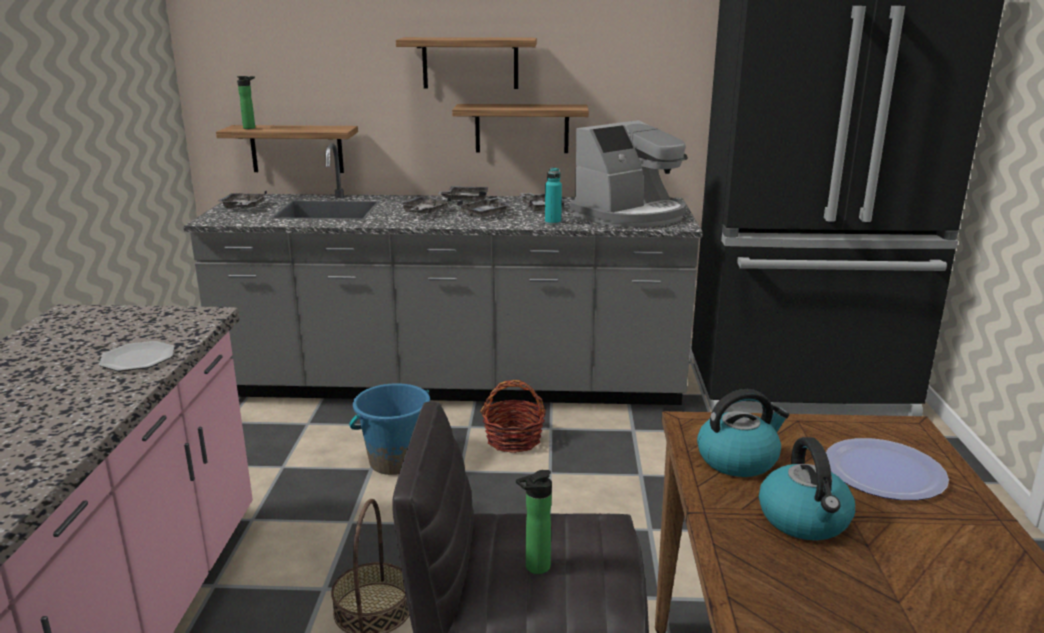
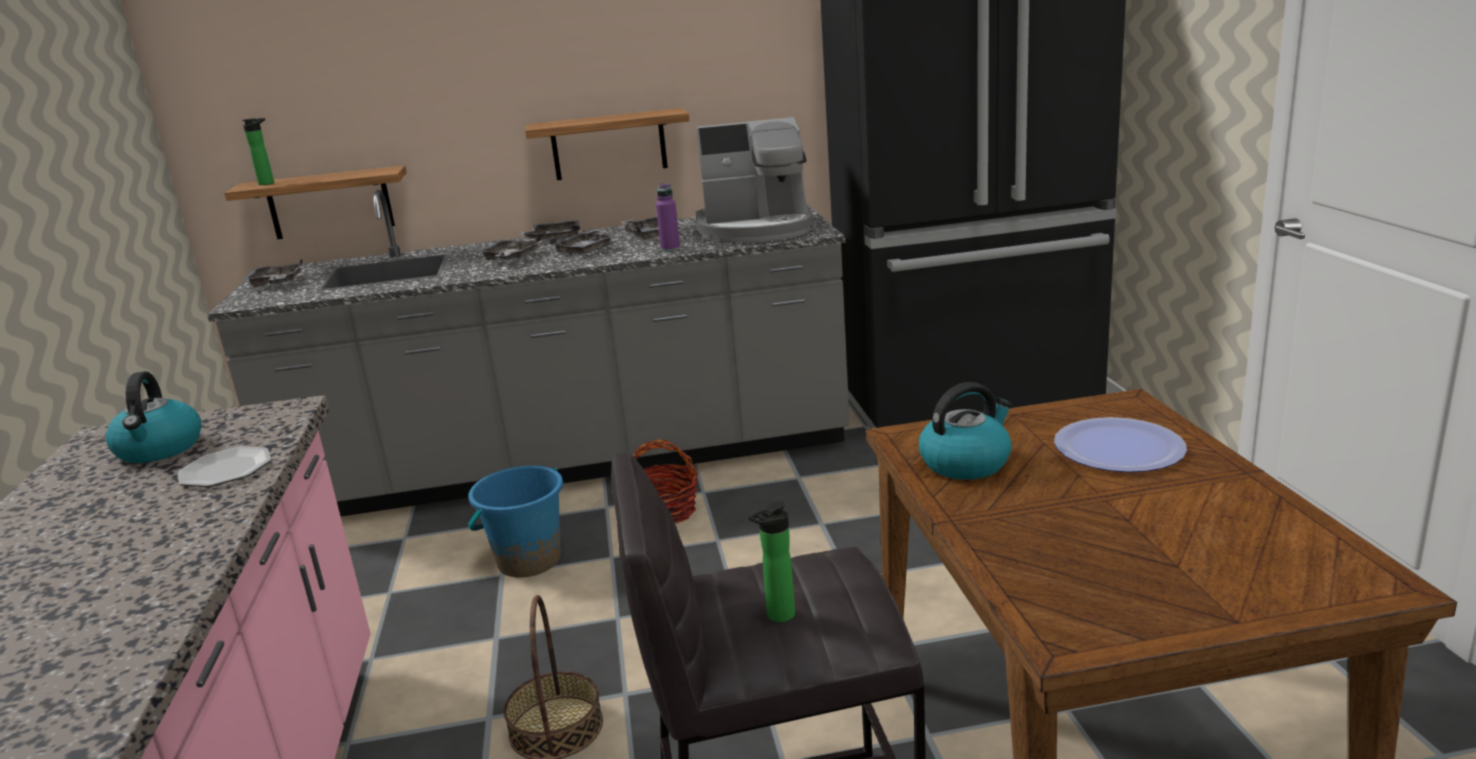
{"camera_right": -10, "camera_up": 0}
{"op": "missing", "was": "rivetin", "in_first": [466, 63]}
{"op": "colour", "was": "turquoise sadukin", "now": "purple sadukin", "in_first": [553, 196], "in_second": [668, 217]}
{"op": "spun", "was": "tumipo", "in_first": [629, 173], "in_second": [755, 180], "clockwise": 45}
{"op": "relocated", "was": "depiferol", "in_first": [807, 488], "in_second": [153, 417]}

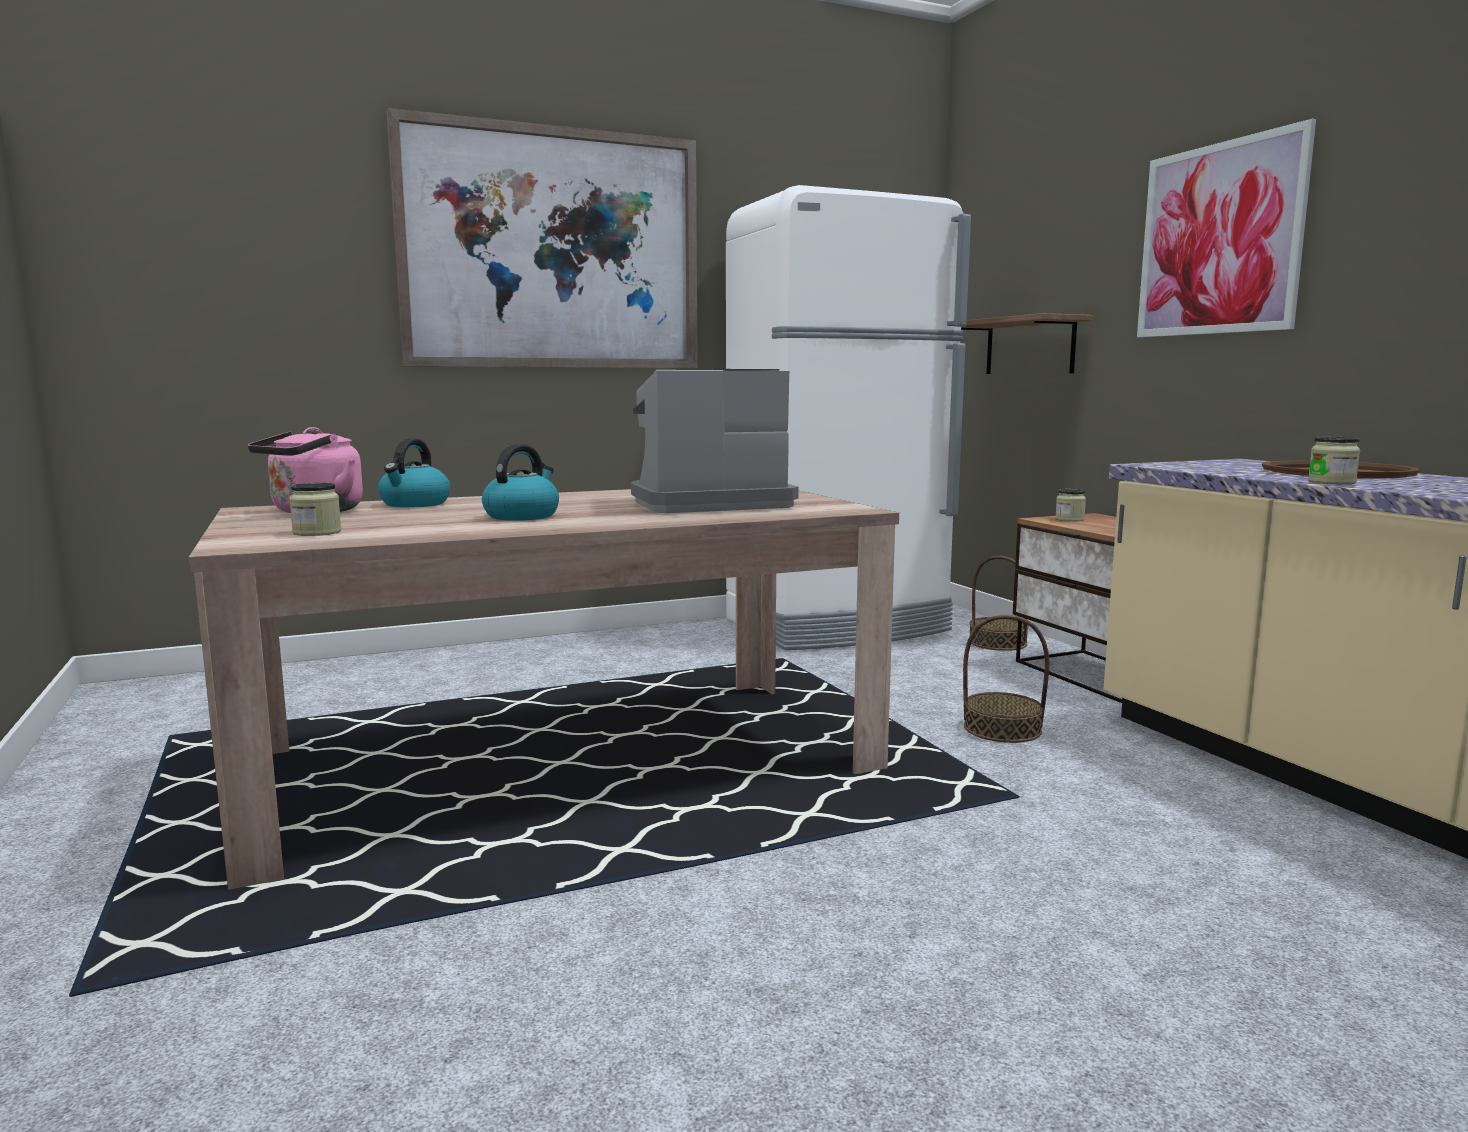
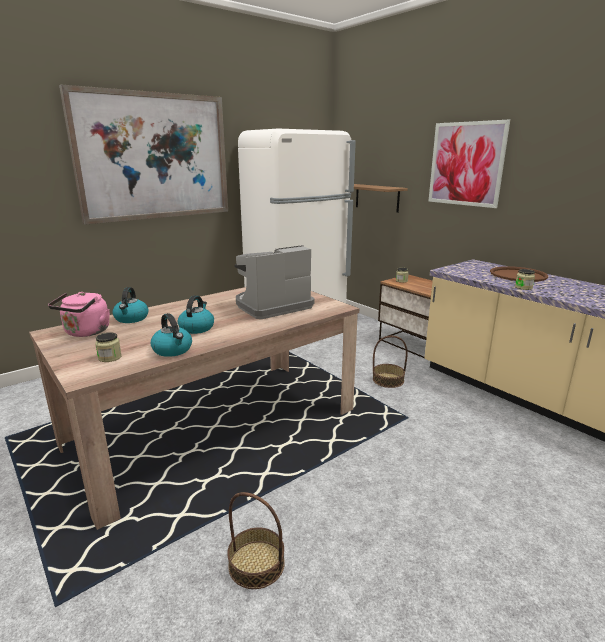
{"camera_right": -15, "camera_up": 10}
{"op": "relocated", "was": "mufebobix", "in_first": [999, 603], "in_second": [256, 540]}
{"op": "appeared", "now": "depiferol", "in_second": [171, 335]}

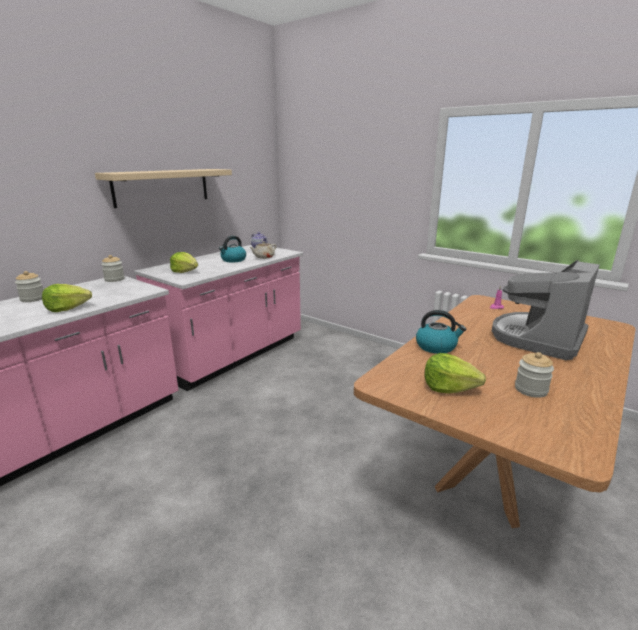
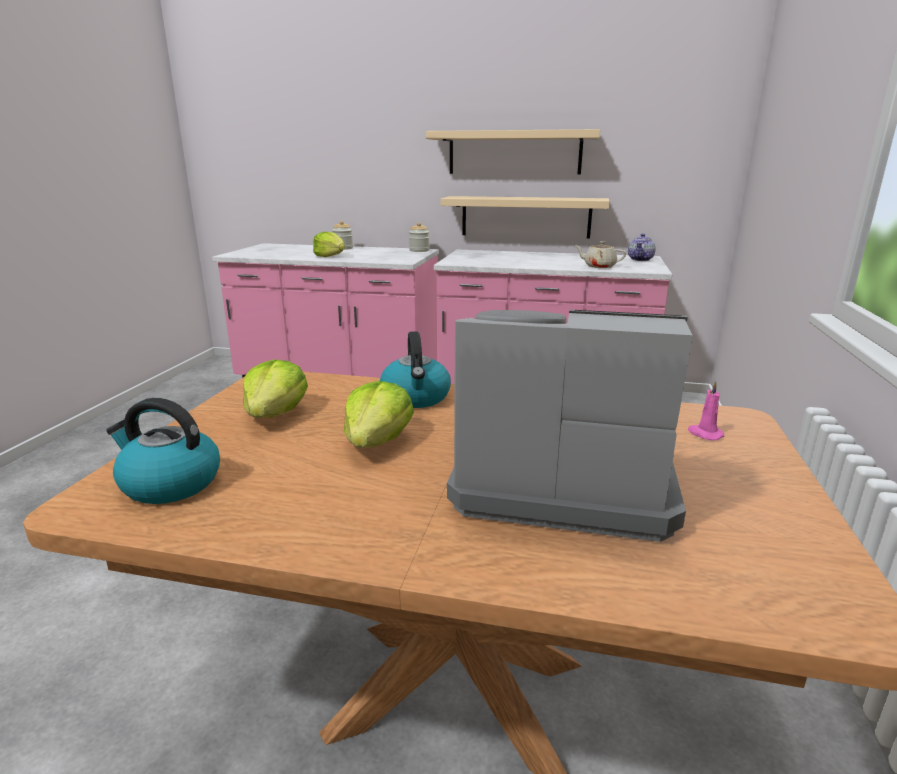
{"camera_right": 65, "camera_up": 0}
{"op": "relocated", "was": "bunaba", "in_first": [184, 262], "in_second": [379, 414]}
{"op": "relocated", "was": "depiferol", "in_first": [232, 249], "in_second": [163, 451]}
{"op": "missing", "was": "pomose", "in_first": [534, 375]}
{"op": "appeared", "now": "beige rivetin", "in_second": [525, 217]}

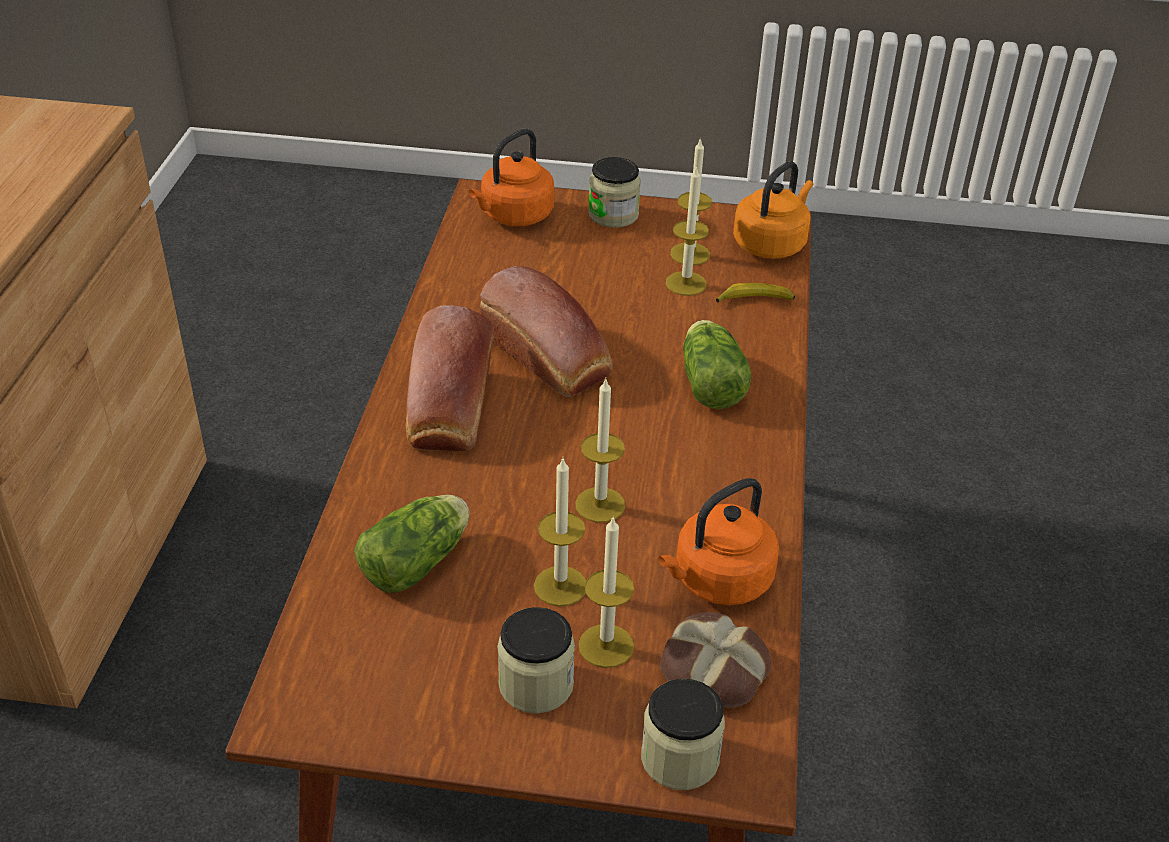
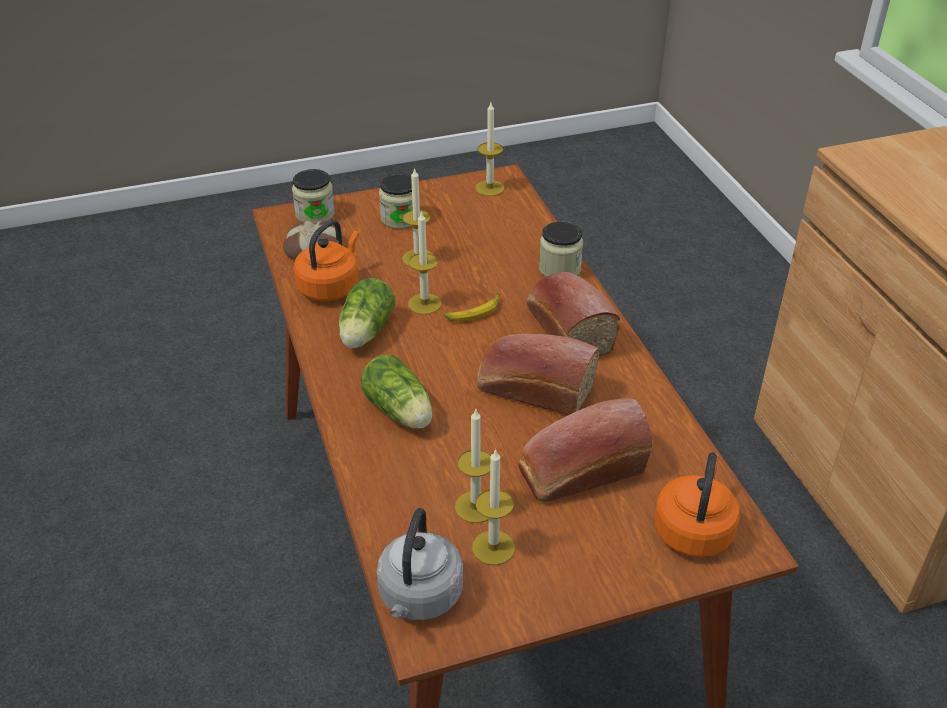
{"camera_right": 155, "camera_up": 0}
{"op": "relocated", "was": "bunaba", "in_first": [411, 544], "in_second": [367, 313]}
{"op": "relocated", "was": "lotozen", "in_first": [606, 593], "in_second": [490, 149]}
{"op": "relocated", "was": "pomose", "in_first": [614, 192], "in_second": [561, 249]}
{"op": "relocated", "was": "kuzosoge", "in_first": [755, 293], "in_second": [472, 308]}
{"op": "colour", "was": "orange depiferol", "now": "grey depiferol", "in_first": [773, 210], "in_second": [420, 564]}
{"op": "appeared", "now": "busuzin", "in_second": [585, 450]}

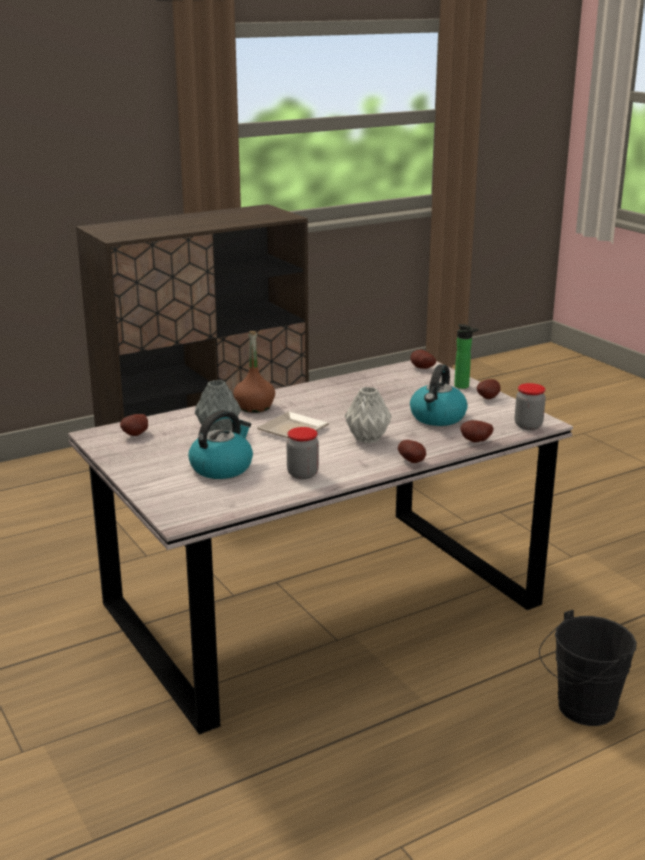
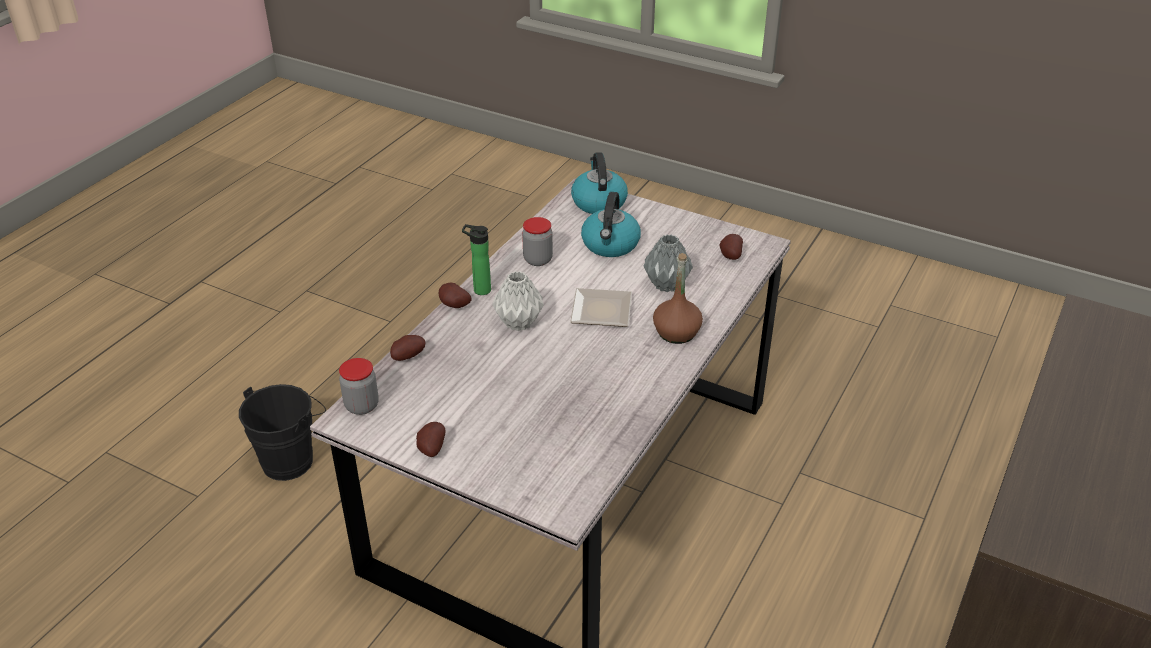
{"camera_right": 150, "camera_up": 15}
{"op": "relocated", "was": "depiferol", "in_first": [439, 395], "in_second": [599, 183]}
{"op": "missing", "was": "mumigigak", "in_first": [423, 359]}
{"op": "relocated", "was": "sadukin", "in_first": [466, 356], "in_second": [476, 259]}

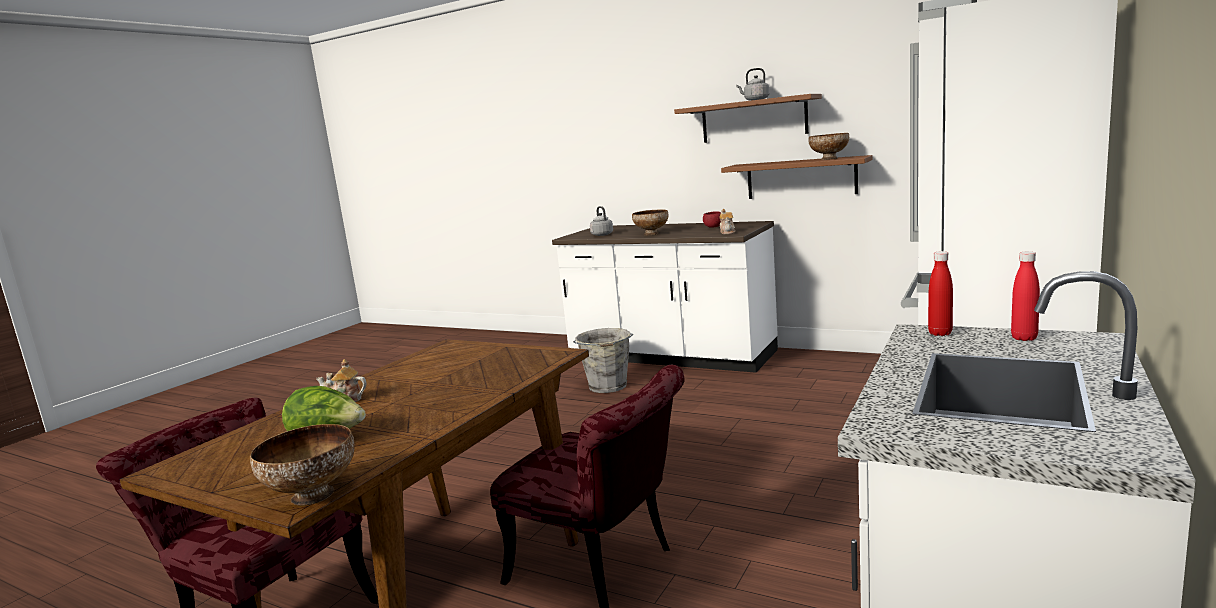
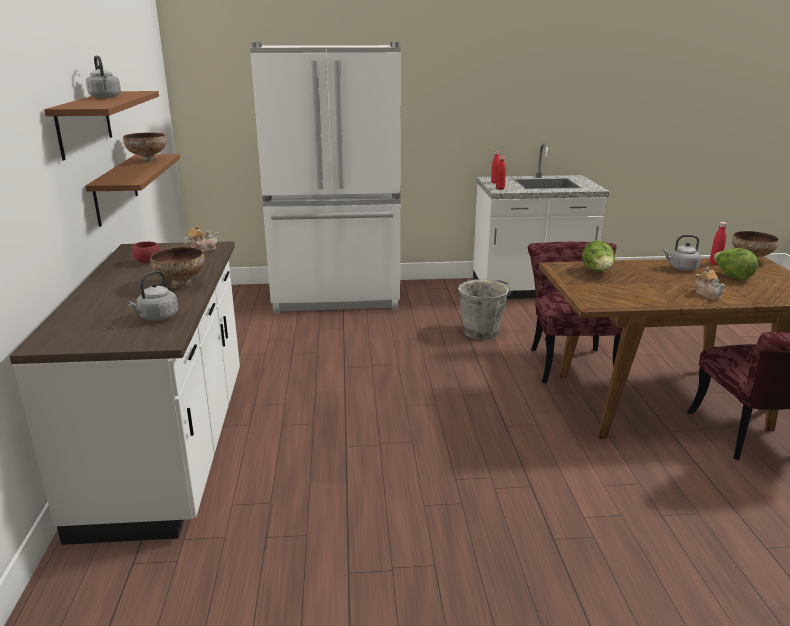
{"camera_right": -125, "camera_up": 10}
{"op": "relocated", "was": "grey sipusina", "in_first": [603, 360], "in_second": [484, 309]}
{"op": "appeared", "now": "bunaba", "in_second": [598, 256]}
{"op": "appeared", "now": "grey depiferol", "in_second": [682, 253]}
{"op": "appeared", "now": "red sadukin", "in_second": [718, 243]}

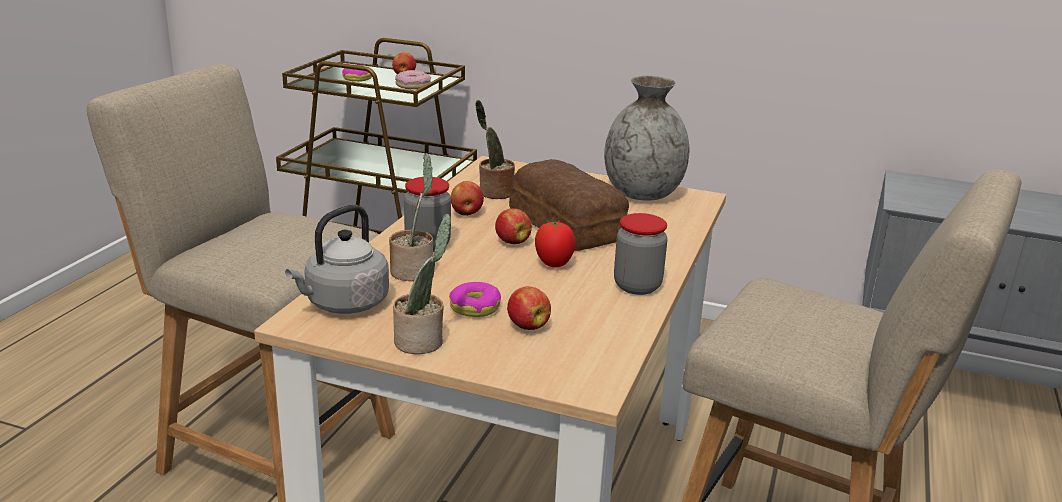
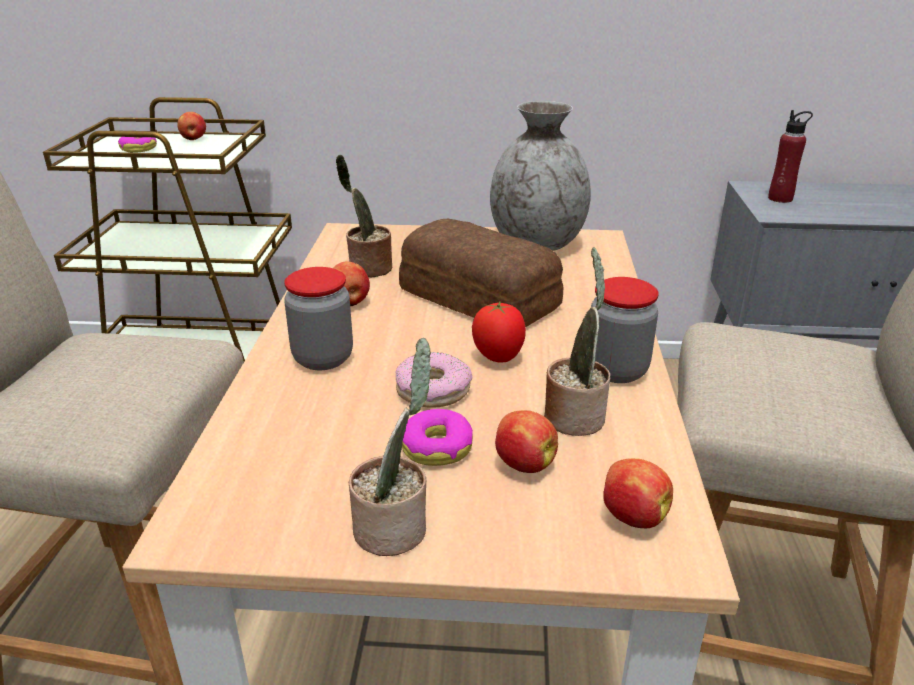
{"camera_right": -15, "camera_up": 5}
{"op": "missing", "was": "grey depiferol", "in_first": [337, 259]}
{"op": "relocated", "was": "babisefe", "in_first": [411, 217], "in_second": [577, 341]}
{"op": "relocated", "was": "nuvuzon", "in_first": [413, 80], "in_second": [434, 380]}
{"op": "relocated", "was": "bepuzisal", "in_first": [513, 226], "in_second": [638, 493]}
{"op": "appeared", "now": "red sadukin", "in_second": [790, 156]}

